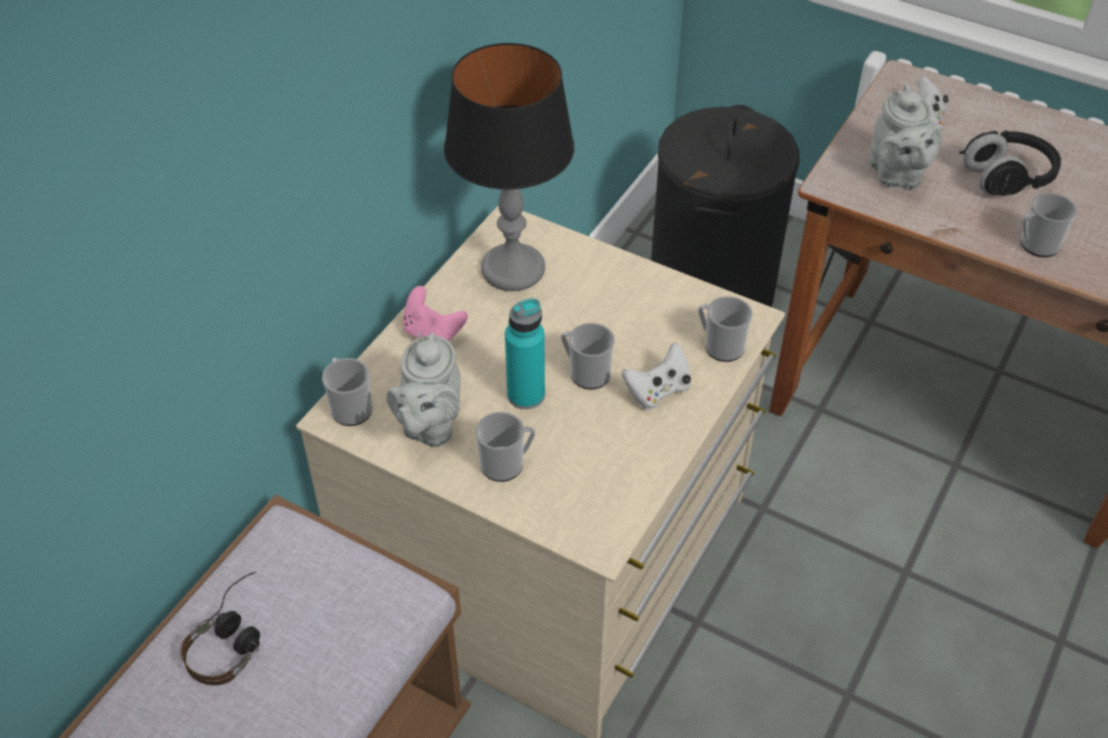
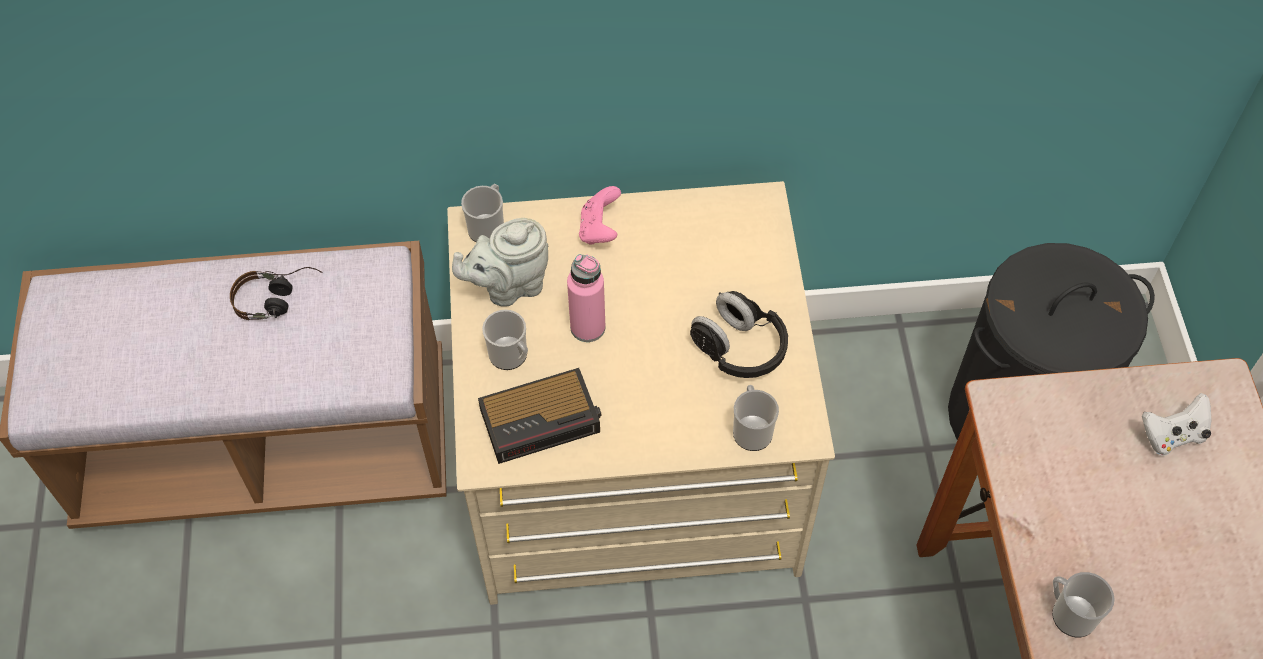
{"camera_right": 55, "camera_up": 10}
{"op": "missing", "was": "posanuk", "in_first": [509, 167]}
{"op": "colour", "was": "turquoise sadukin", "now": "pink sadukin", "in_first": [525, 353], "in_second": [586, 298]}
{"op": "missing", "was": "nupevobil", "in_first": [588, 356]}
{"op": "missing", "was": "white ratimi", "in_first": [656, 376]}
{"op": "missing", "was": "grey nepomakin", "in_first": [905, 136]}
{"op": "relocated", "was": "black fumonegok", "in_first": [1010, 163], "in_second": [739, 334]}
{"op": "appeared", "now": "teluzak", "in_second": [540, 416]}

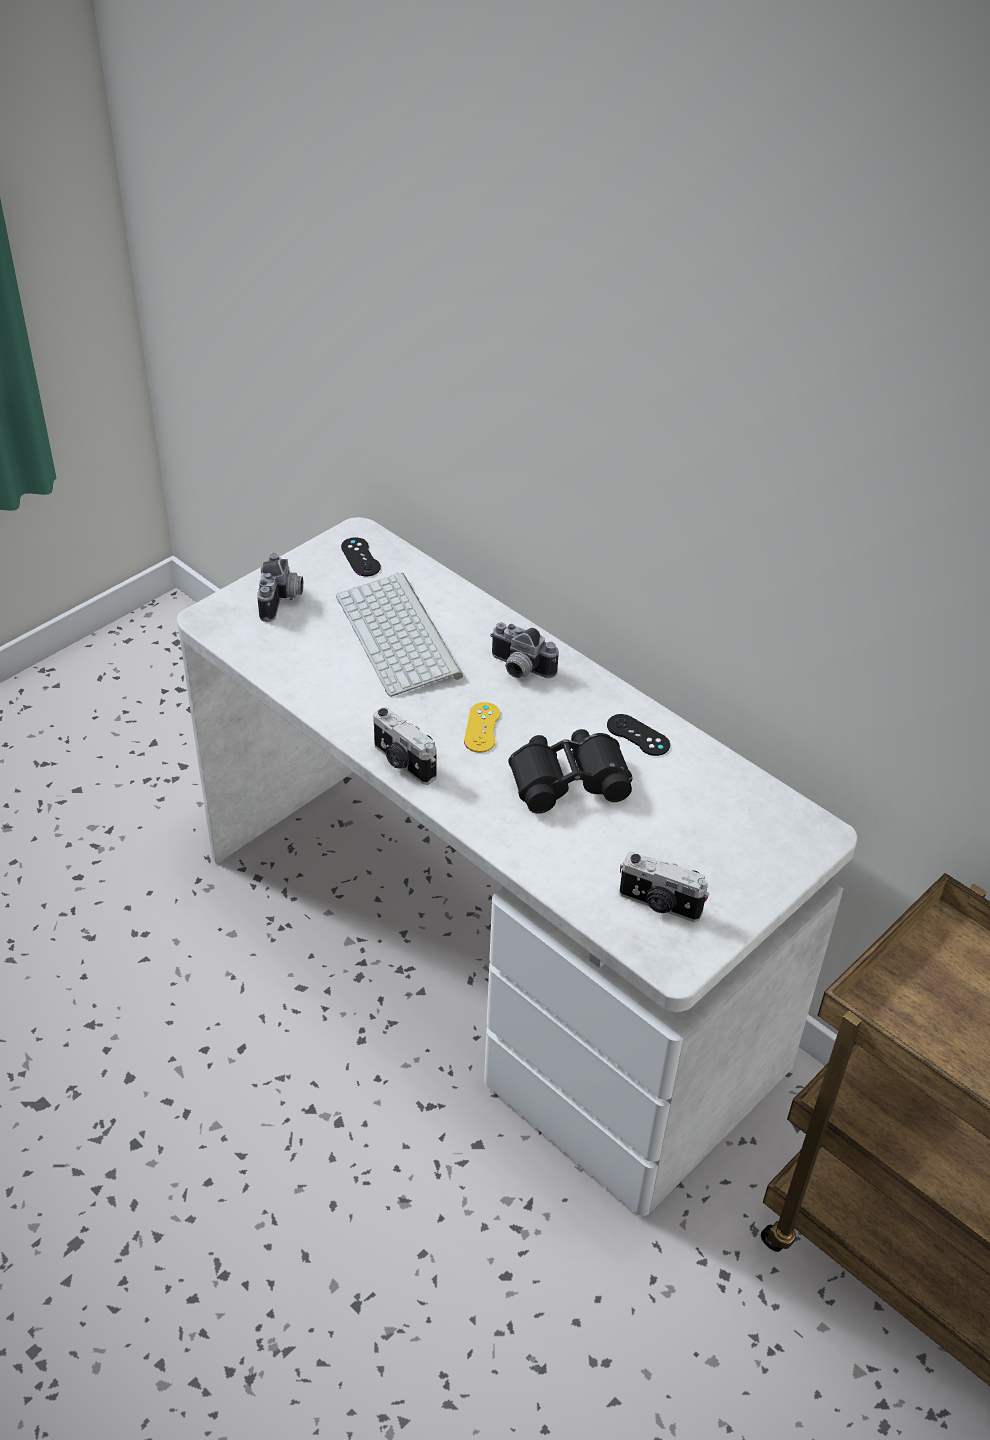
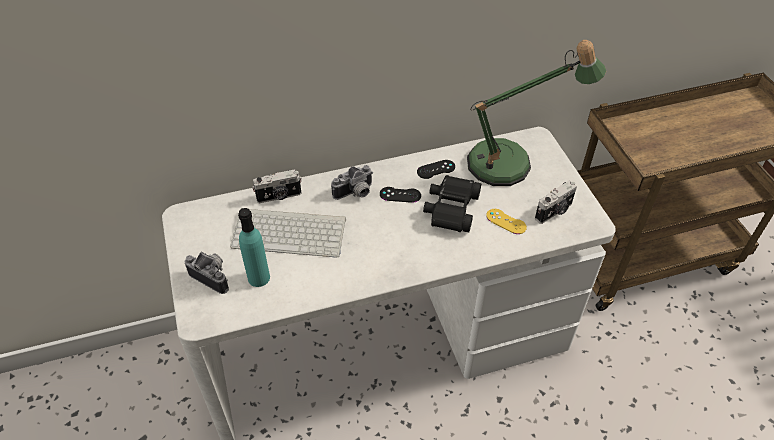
{"camera_right": -60, "camera_up": 5}
{"op": "relocated", "was": "black ratimi", "in_first": [361, 556], "in_second": [400, 195]}
{"op": "relocated", "was": "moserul", "in_first": [405, 746], "in_second": [277, 186]}
{"op": "relocated", "was": "yellow ratimi", "in_first": [482, 727], "in_second": [506, 221]}
{"op": "appeared", "now": "turquoise sadukin", "in_second": [254, 247]}
{"op": "appeared", "now": "posanuk", "in_second": [536, 113]}

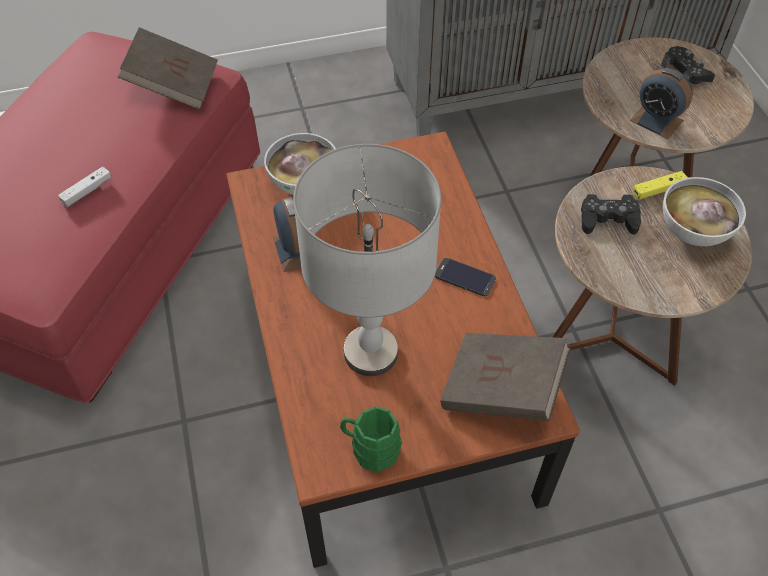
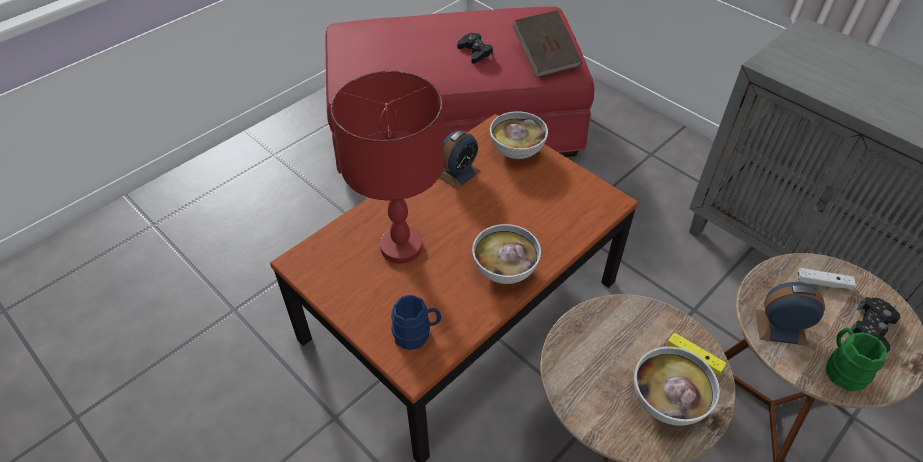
{"camera_right": 60, "camera_up": -5}
{"op": "relocated", "was": "white ratimi", "in_first": [84, 187], "in_second": [826, 279]}
{"op": "colour", "was": "grey posanuk", "now": "red posanuk", "in_first": [367, 260], "in_second": [387, 167]}
{"op": "relocated", "was": "green nupevobil", "in_first": [371, 439], "in_second": [856, 359]}
{"op": "exchanged", "was": "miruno", "now": "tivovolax", "in_first": [465, 277], "in_second": [506, 254]}
{"op": "exchanged", "was": "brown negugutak", "now": "blue nupevobil", "in_first": [505, 377], "in_second": [416, 322]}
{"op": "relocated", "was": "black ratimi", "in_first": [611, 214], "in_second": [475, 48]}
{"op": "spun", "was": "teluzak", "in_first": [661, 103], "in_second": [790, 314], "clockwise": 90}

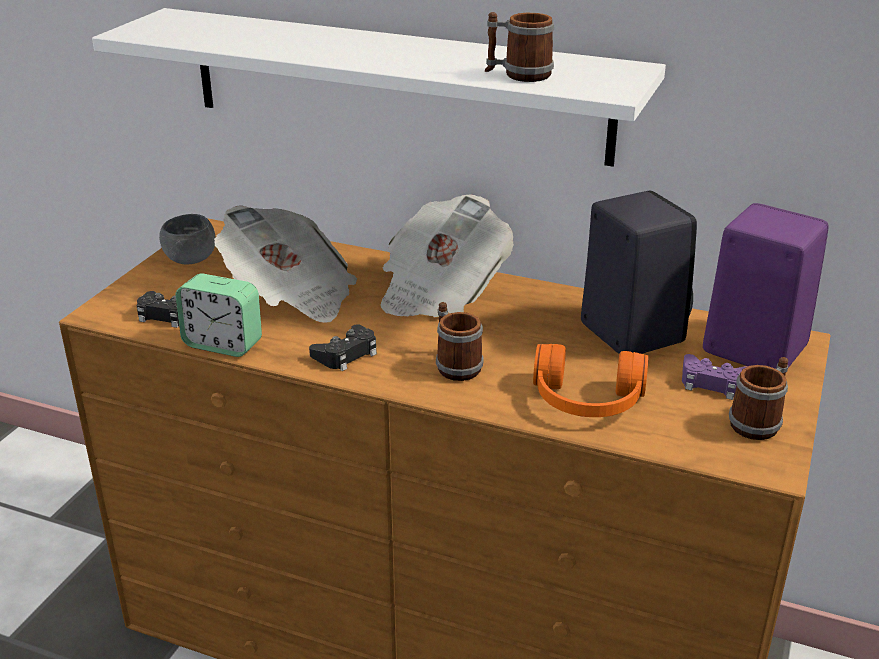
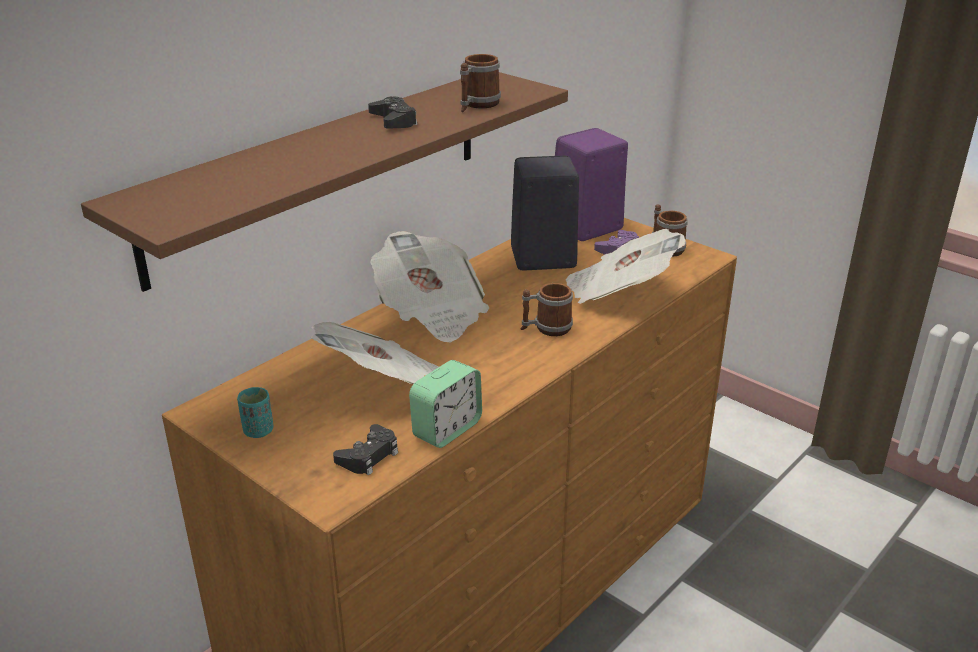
{"camera_right": -70, "camera_up": 0}
{"op": "colour", "was": "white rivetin", "now": "brown rivetin", "in_first": [379, 87], "in_second": [324, 182]}
{"op": "exchanged", "was": "grey tivovolax", "now": "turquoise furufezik", "in_first": [187, 239], "in_second": [255, 412]}
{"op": "relocated", "was": "black ratimi", "in_first": [343, 347], "in_second": [393, 112]}
{"op": "exchanged", "was": "orange fumonegok", "now": "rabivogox", "in_first": [590, 380], "in_second": [626, 266]}

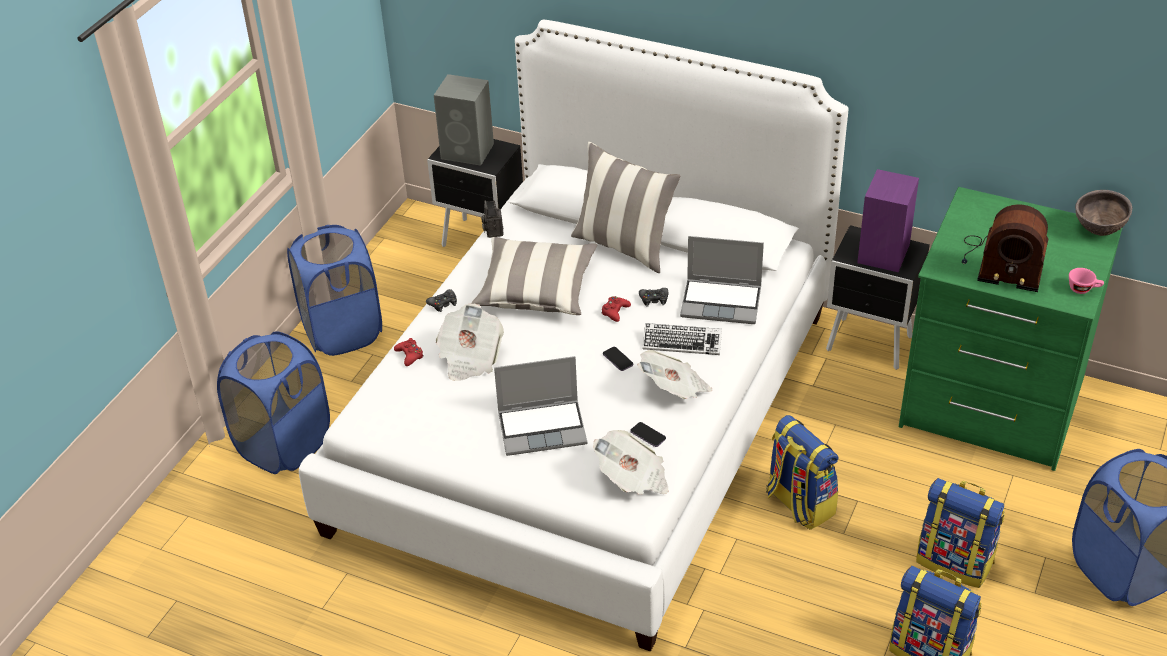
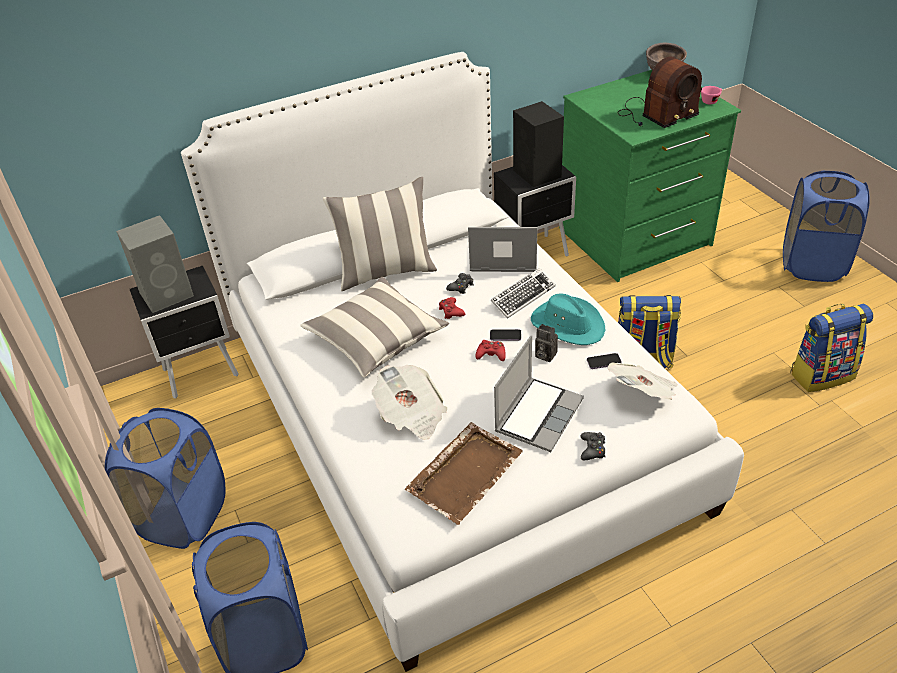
{"camera_right": -50, "camera_up": 0}
{"op": "relocated", "was": "red ratimi", "in_first": [409, 352], "in_second": [490, 350]}
{"op": "relocated", "was": "black ratimi", "in_first": [441, 300], "in_second": [593, 446]}
{"op": "relocated", "was": "moserul", "in_first": [492, 219], "in_second": [546, 343]}
{"op": "exchanged", "was": "rabivogox", "now": "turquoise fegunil", "in_first": [674, 374], "in_second": [568, 319]}
{"op": "spun", "was": "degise", "in_first": [722, 280], "in_second": [502, 249], "clockwise": -135}
{"op": "colour", "was": "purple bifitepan", "now": "black bifitepan", "in_first": [888, 220], "in_second": [538, 144]}
{"op": "missing", "was": "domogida", "in_first": [960, 533]}
{"op": "appeared", "now": "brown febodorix", "in_second": [464, 473]}

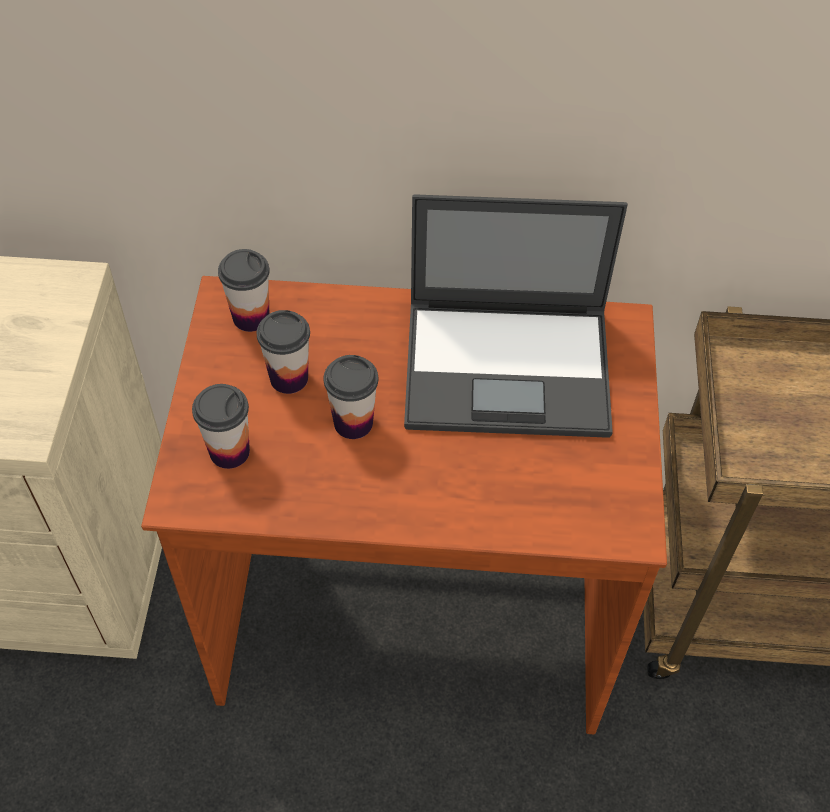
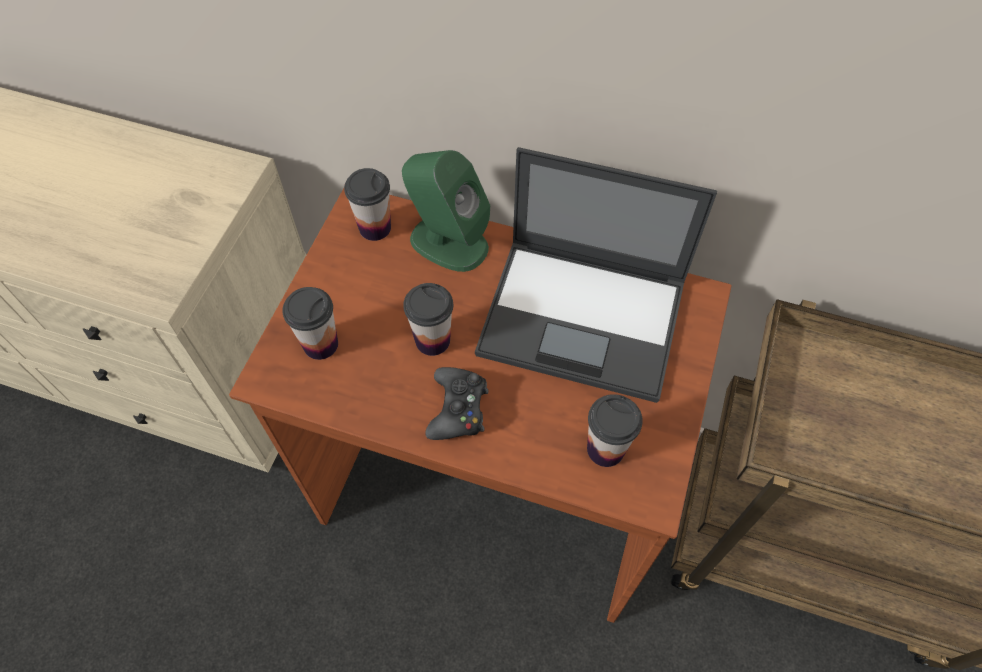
{"camera_right": 15, "camera_up": 5}
{"op": "relocated", "was": "furufezik", "in_first": [283, 352], "in_second": [615, 430]}
{"op": "appeared", "now": "green bifitepan", "in_second": [446, 211]}
{"op": "appeared", "now": "black ratimi", "in_second": [457, 403]}

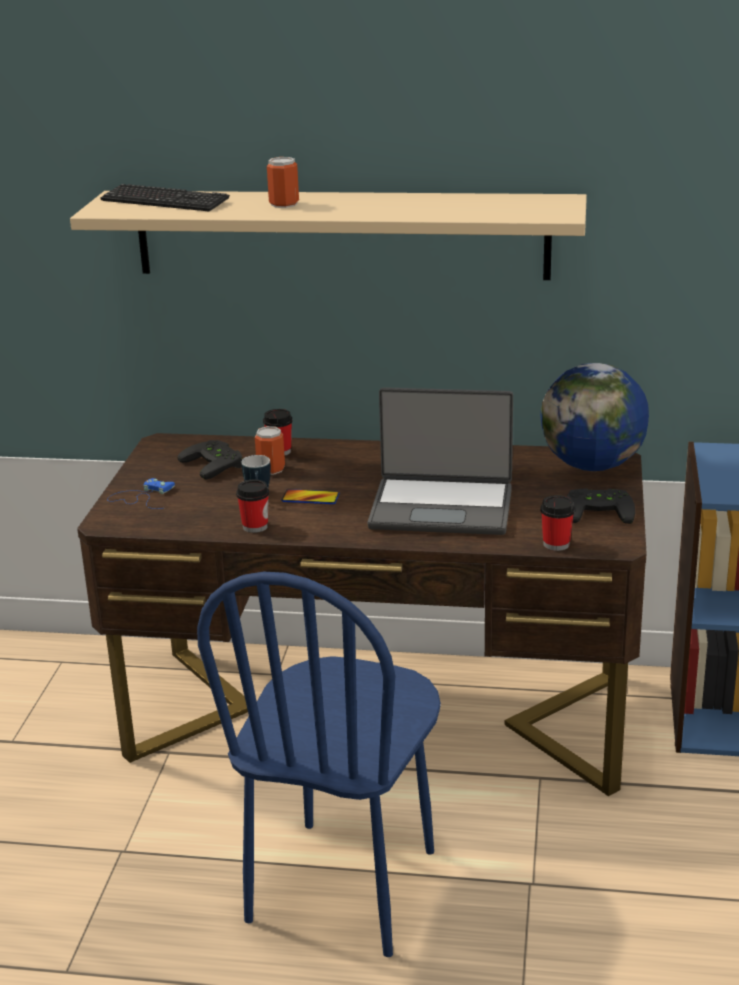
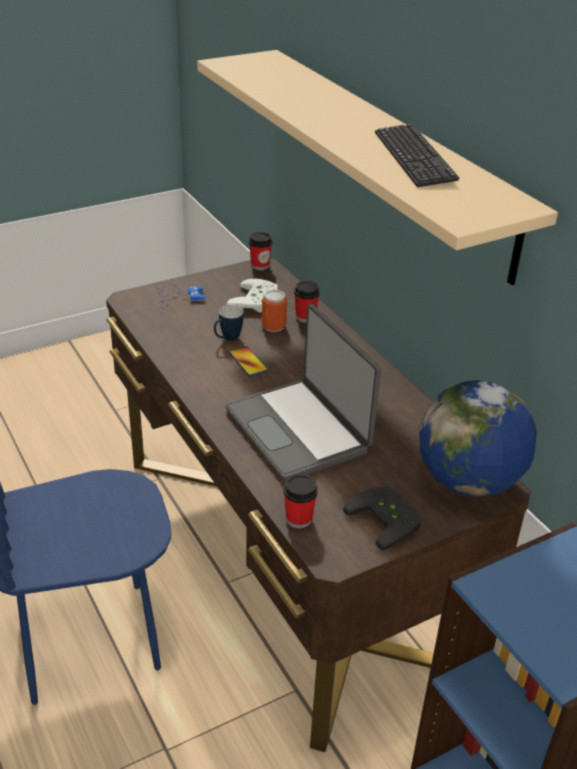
{"camera_right": 50, "camera_up": 10}
{"op": "relocated", "was": "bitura", "in_first": [165, 198], "in_second": [417, 155]}
{"op": "colour", "was": "black ratimi", "now": "white ratimi", "in_first": [210, 460], "in_second": [252, 296]}
{"op": "relocated", "was": "furufezik", "in_first": [252, 506], "in_second": [260, 251]}
{"op": "missing", "was": "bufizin", "in_first": [283, 182]}

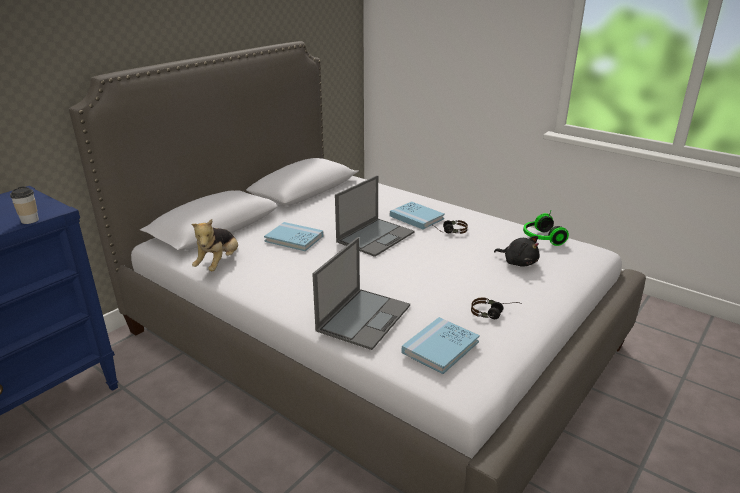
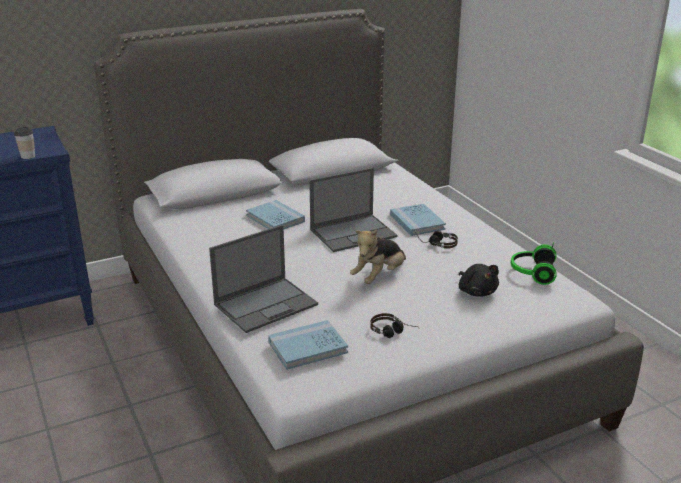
{"camera_right": 25, "camera_up": 0}
{"op": "relocated", "was": "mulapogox", "in_first": [214, 245], "in_second": [378, 256]}

